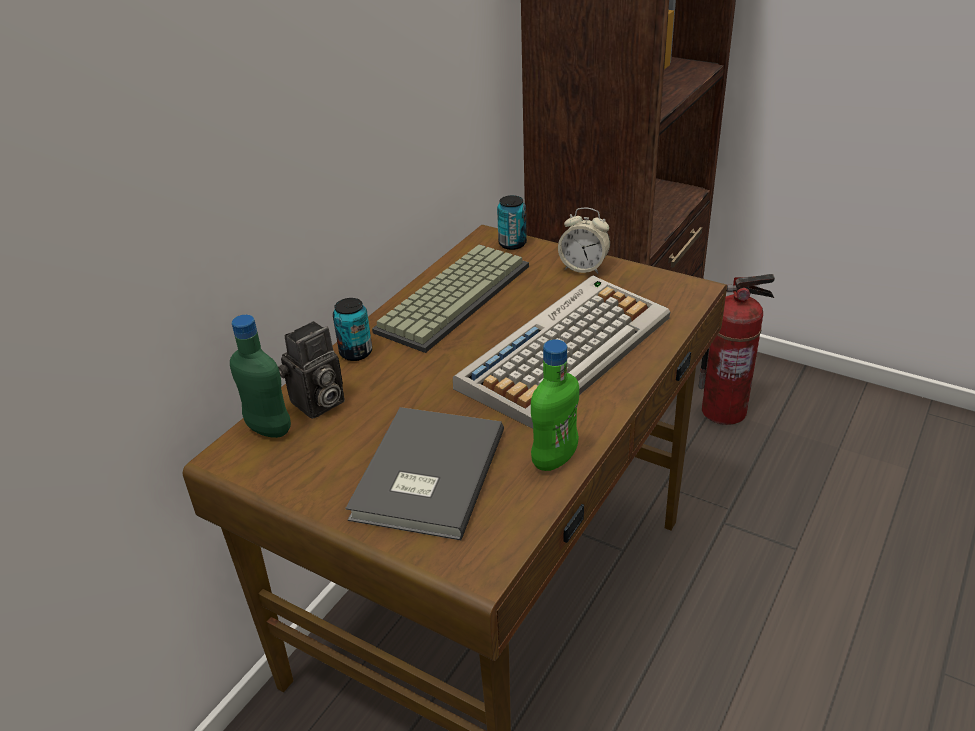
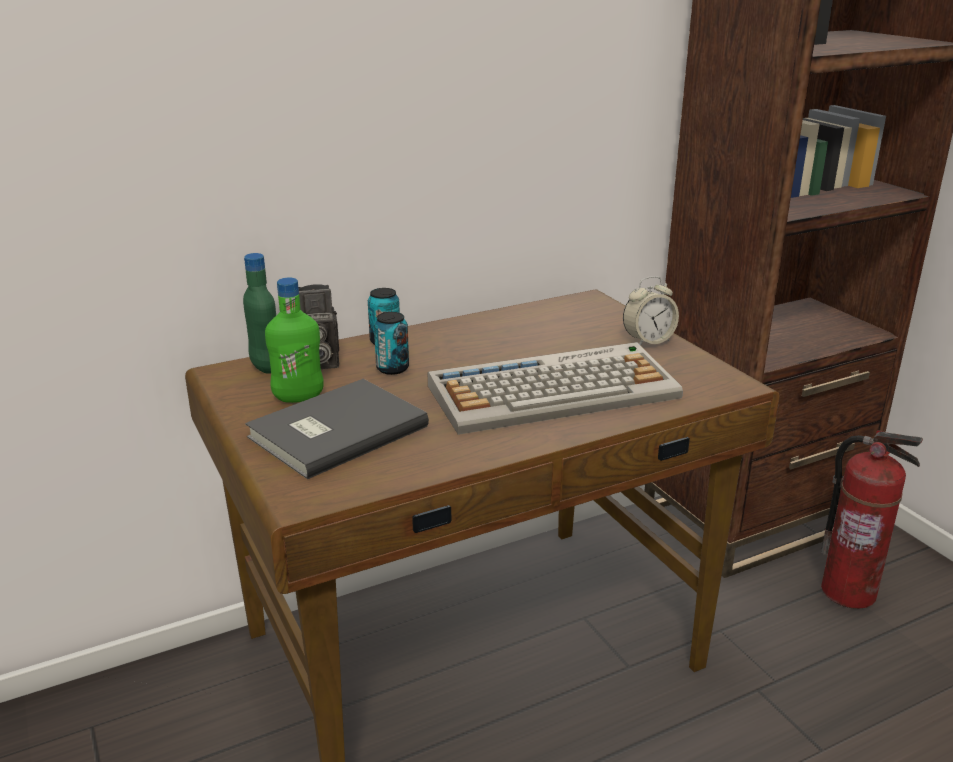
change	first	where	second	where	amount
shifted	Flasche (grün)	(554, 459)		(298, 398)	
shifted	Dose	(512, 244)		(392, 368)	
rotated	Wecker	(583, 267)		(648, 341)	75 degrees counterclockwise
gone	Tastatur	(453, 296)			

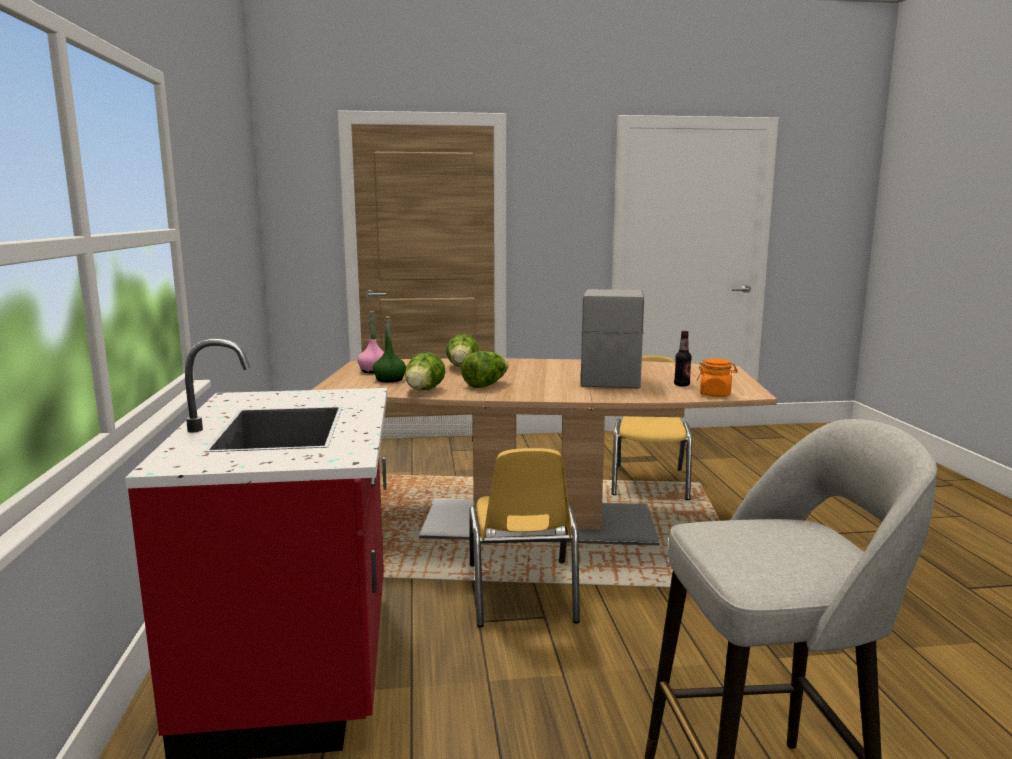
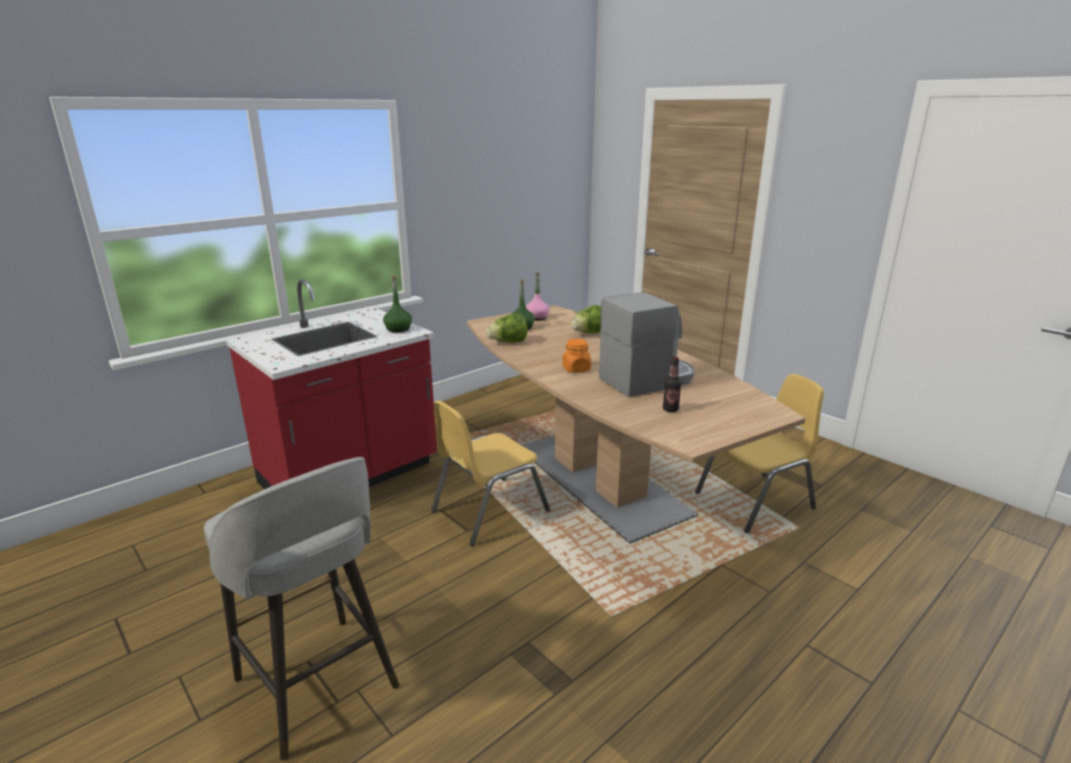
change	first	where	second	where	amount
new			Flasche (grün)	(398, 329)	
shifted	Vorratsglas (orange)	(715, 394)		(576, 369)	
gone	Salatkopf	(485, 385)			

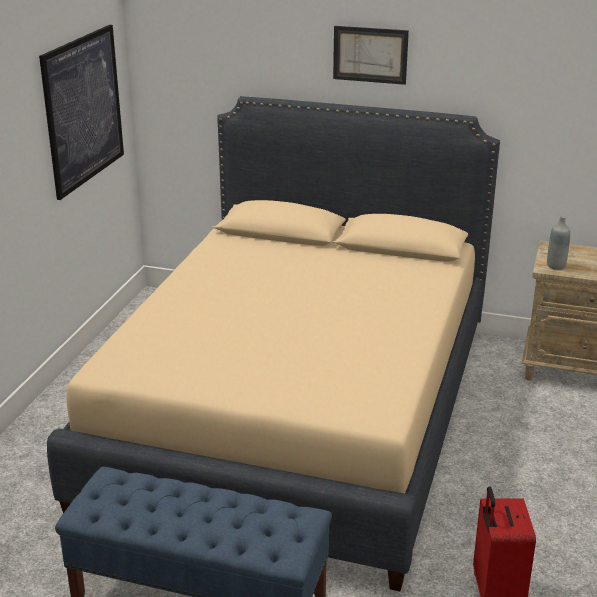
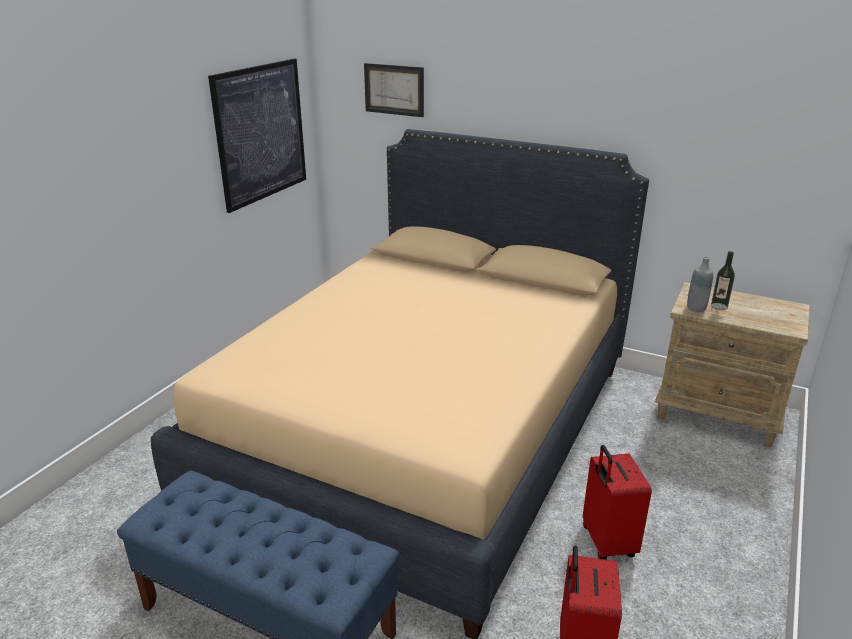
change	first	where	second	where	amount
shifted	Bild	(370, 54)		(394, 89)	
new			Koffer (rot)	(606, 542)	
new			Flasche	(719, 306)	

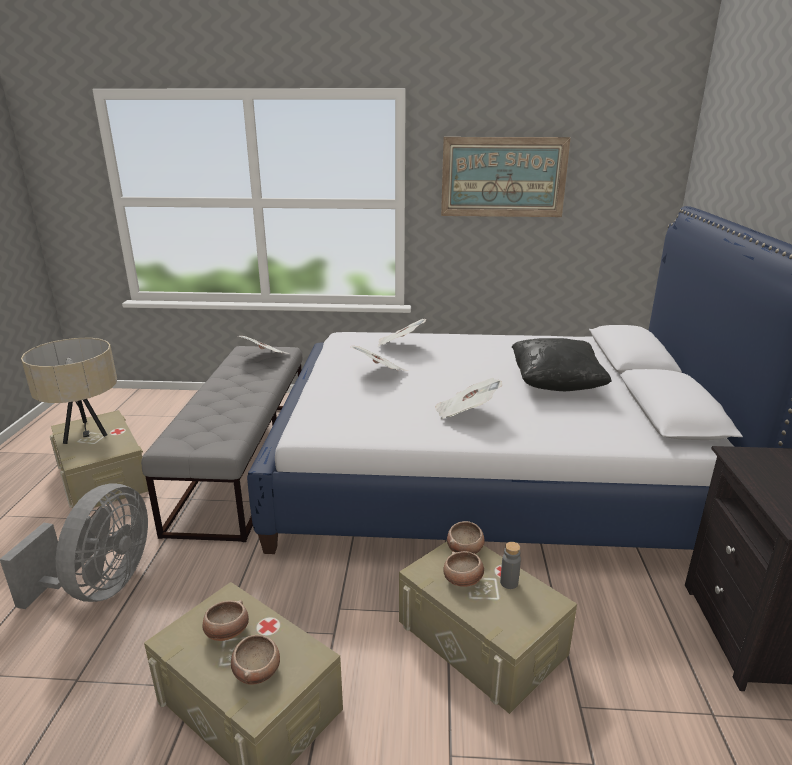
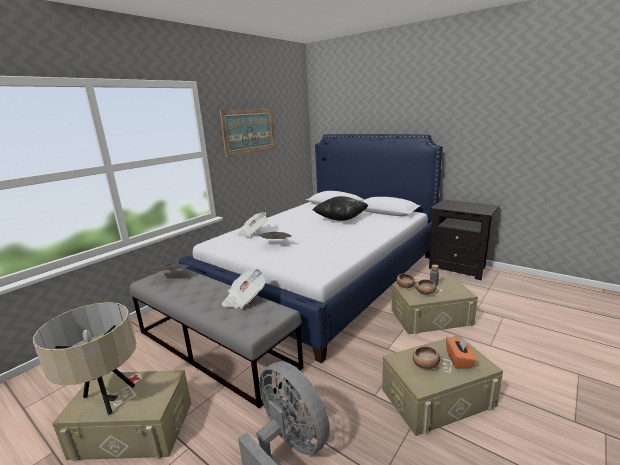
change	first	where	second	where	amount
shifted	Zeitung	(465, 413)		(244, 299)	
swapped	Schüssel	(257, 670)	Taschentuchbox (orange)	(459, 360)	

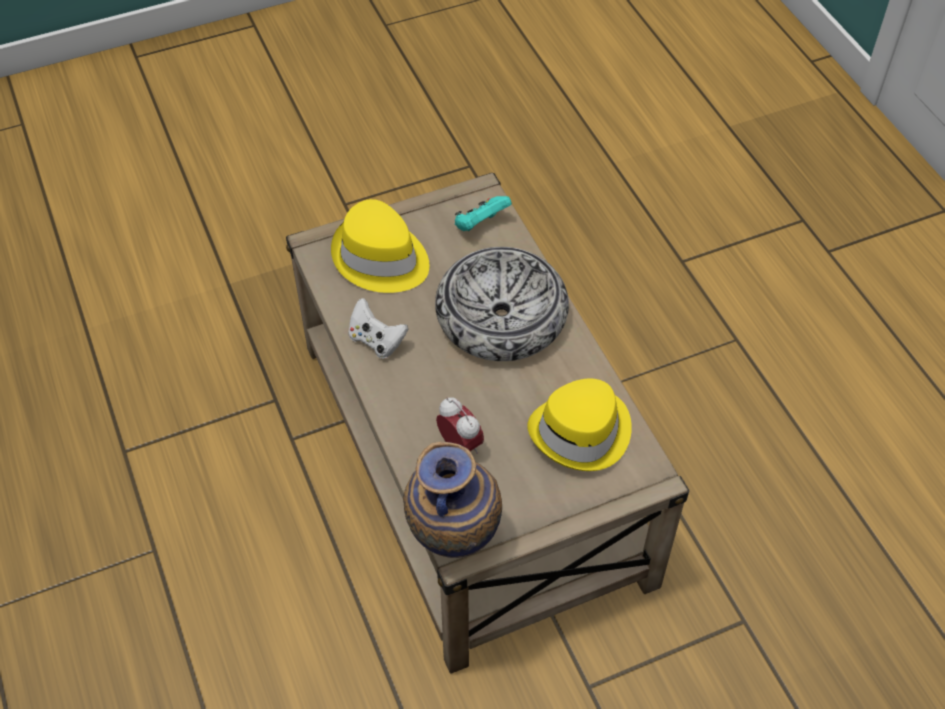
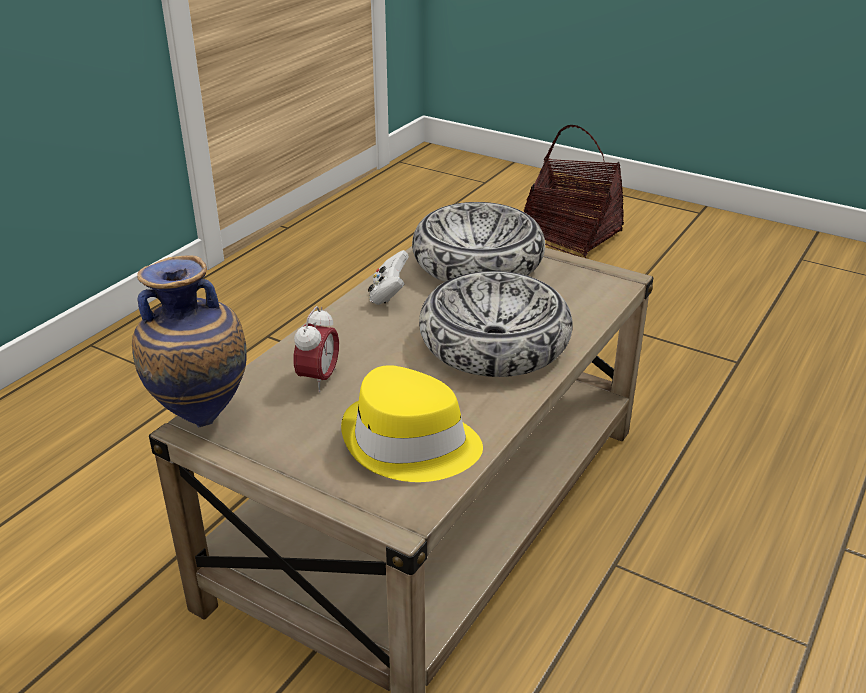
change	first	where	second	where	amount
swapped	Hut (gelb)	(380, 258)	Schüssel	(477, 263)	
new			Korb	(571, 236)	
gone	Gamepad (türkis)	(480, 224)			

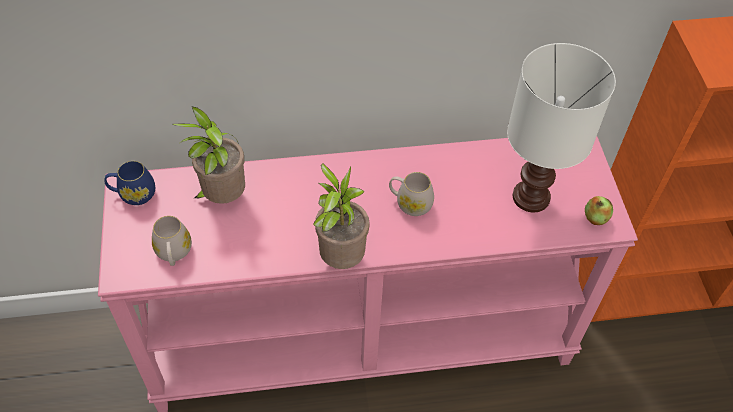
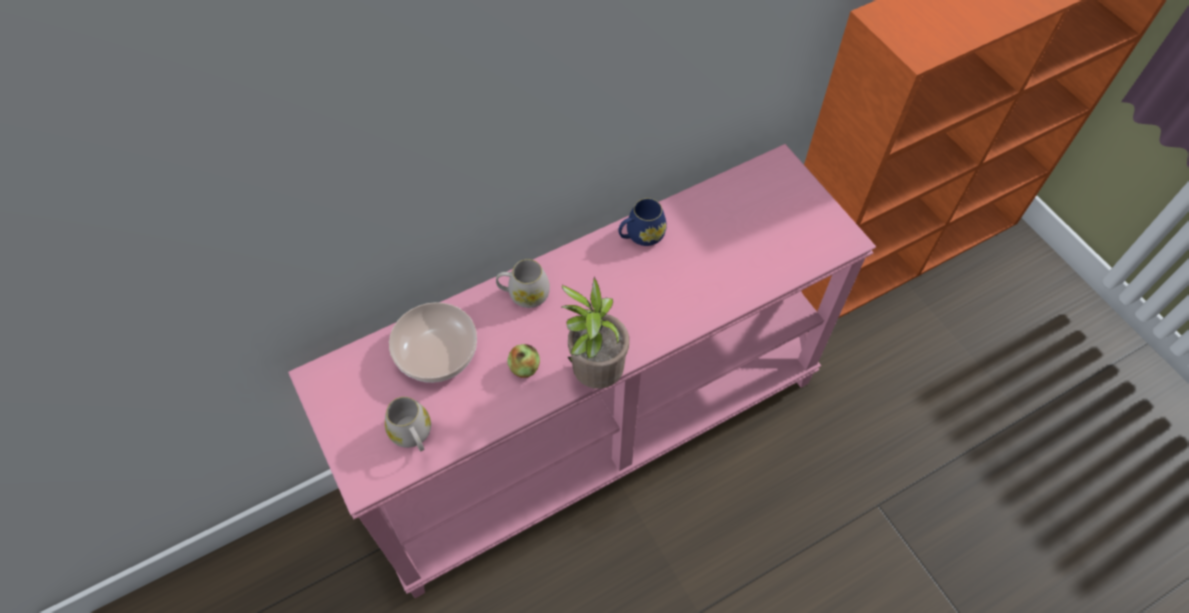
change	first	where	second	where	amount
swapped	Topfpflanze	(222, 197)	Schüssel	(435, 352)	
shifted	Henkelbecher (weiß)	(410, 203)		(524, 294)	
shifted	Apfel	(595, 218)		(524, 367)	
shifted	Henkelbecher (blau)	(133, 194)		(641, 236)	
gone	Tischlampe (weiß)	(530, 198)			

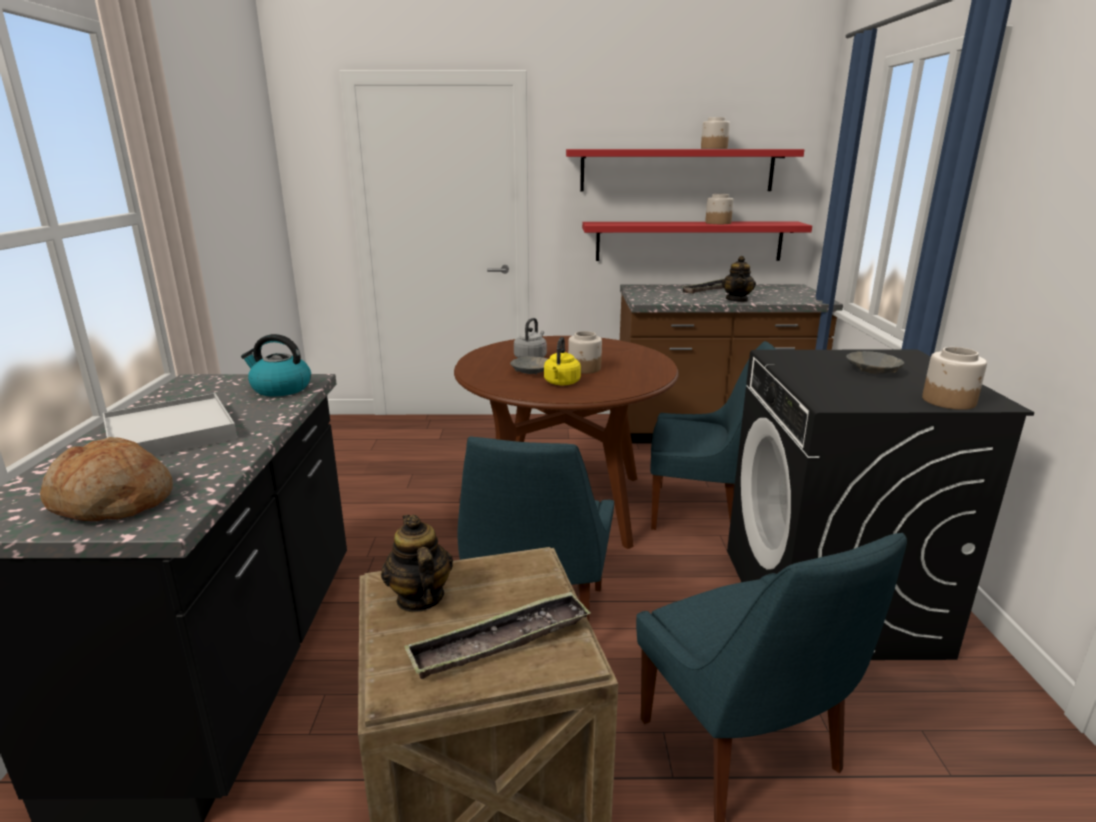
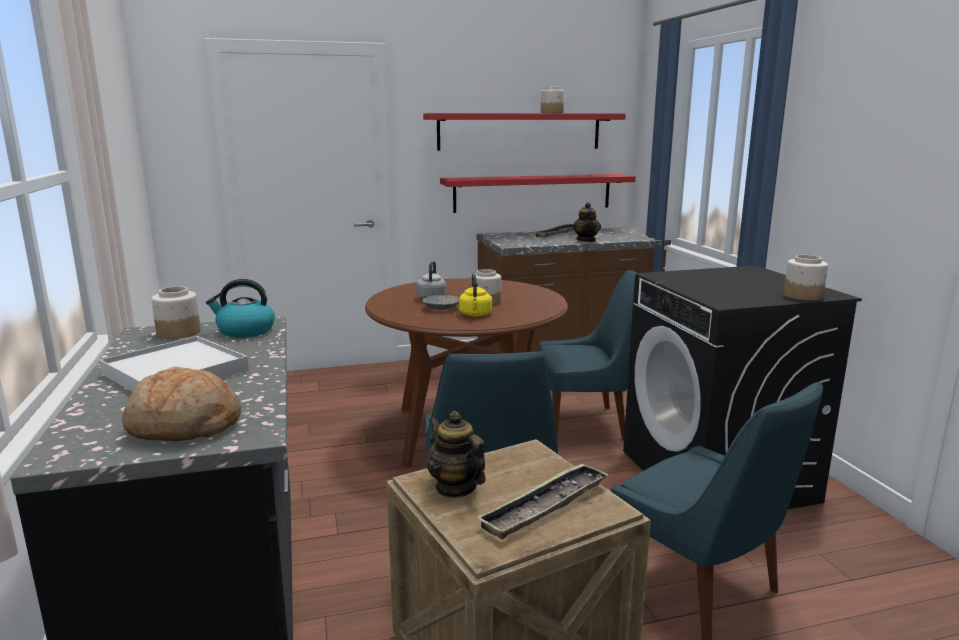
change	first	where	second	where	amount
shifted	Vorratsglas	(717, 223)		(178, 333)	
gone	Schüssel (grau)	(873, 371)			

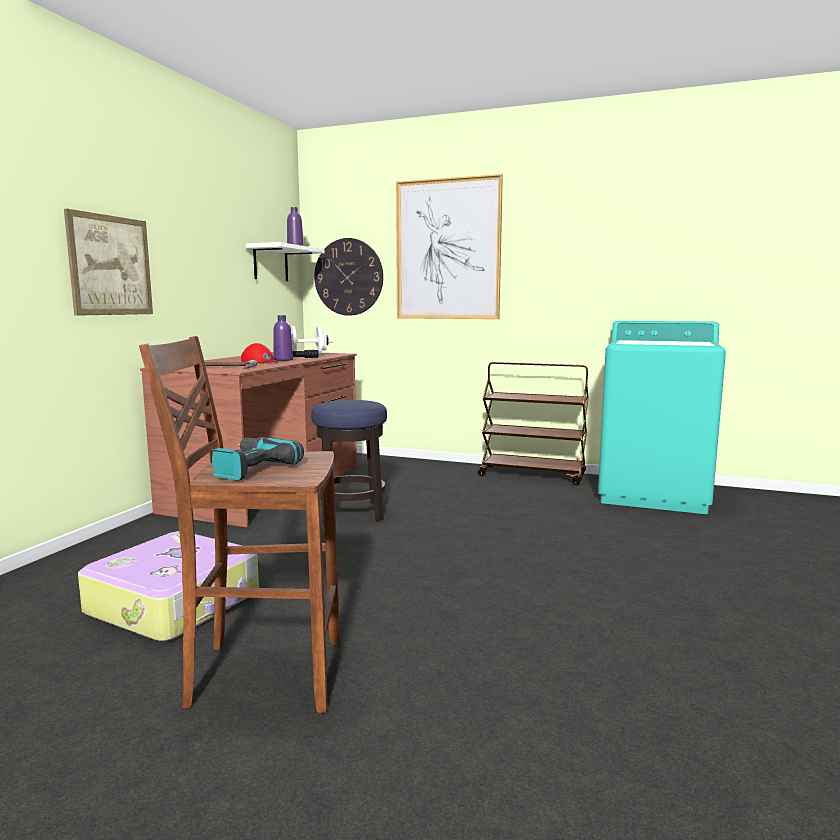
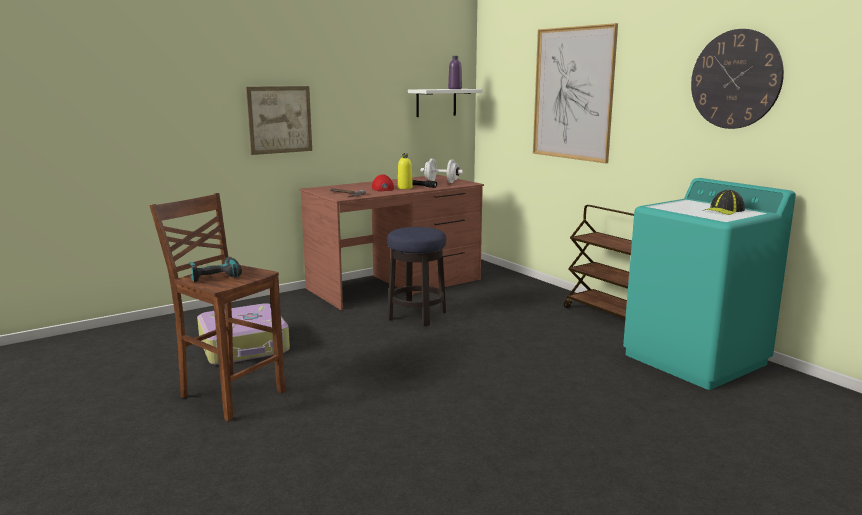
change	first	where	second	where	amount
repainted	Flasche (lila)	(283, 360)	Flasche (gelb)	(405, 188)	
shifted	Wanduhr	(348, 277)		(735, 79)	
new			Kappe	(723, 210)	

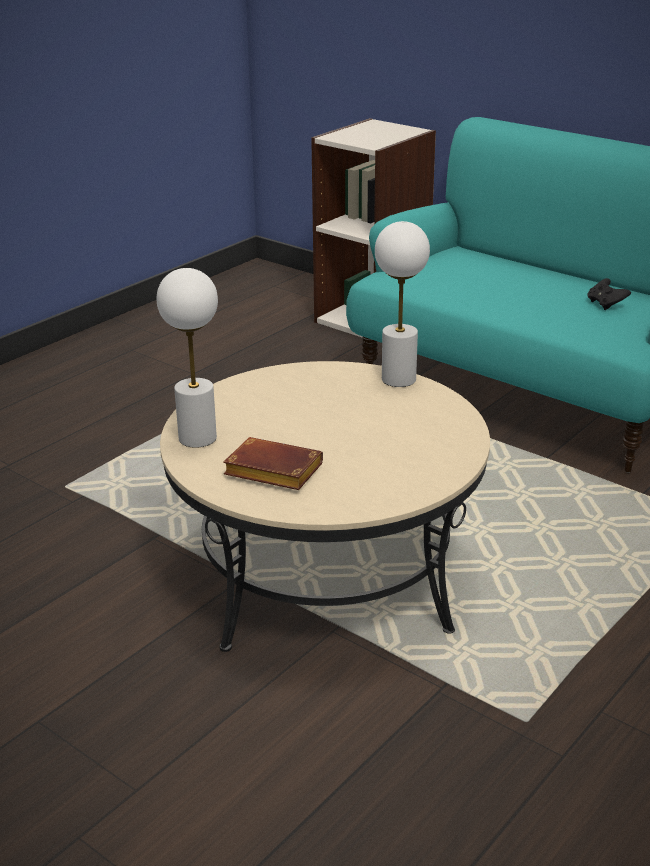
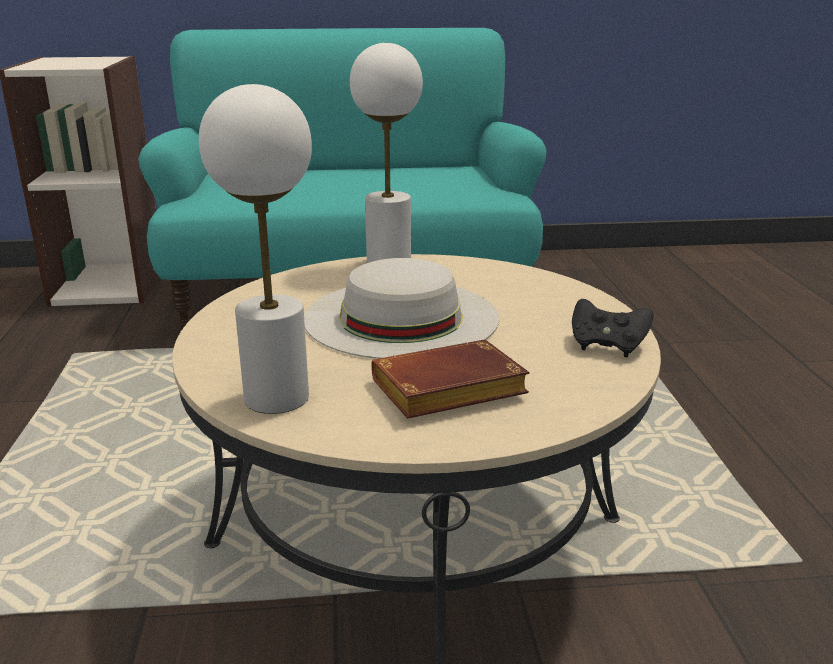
change	first	where	second	where	amount
new			Hut (weiß)	(401, 317)	
shifted	Gamepad (schwarz)	(606, 304)		(607, 346)	

